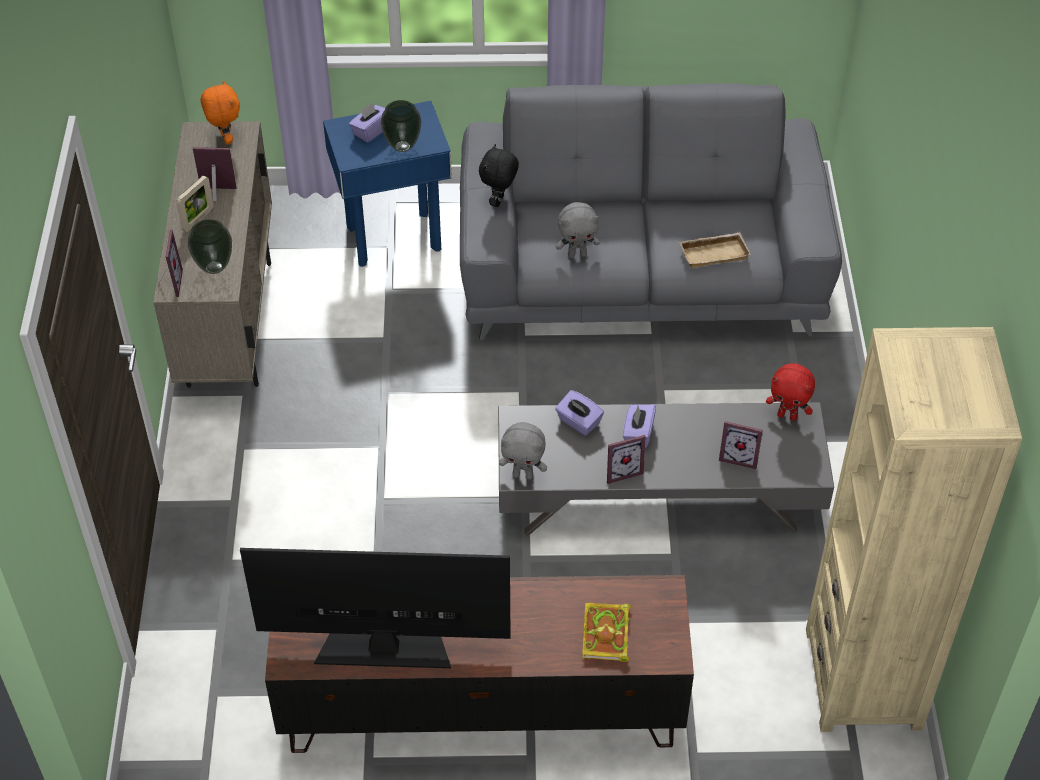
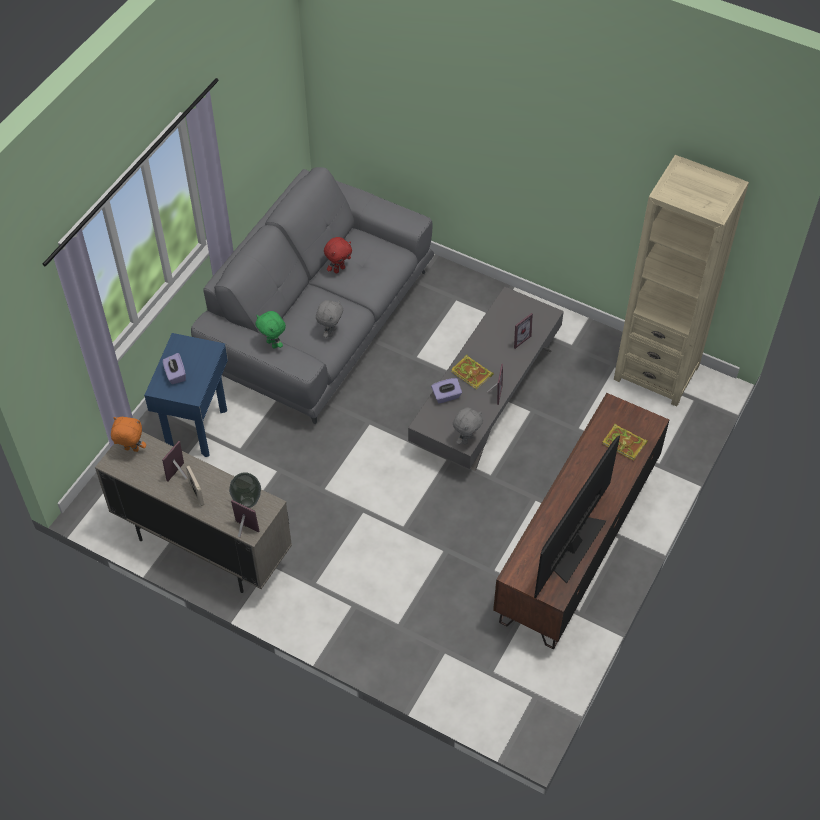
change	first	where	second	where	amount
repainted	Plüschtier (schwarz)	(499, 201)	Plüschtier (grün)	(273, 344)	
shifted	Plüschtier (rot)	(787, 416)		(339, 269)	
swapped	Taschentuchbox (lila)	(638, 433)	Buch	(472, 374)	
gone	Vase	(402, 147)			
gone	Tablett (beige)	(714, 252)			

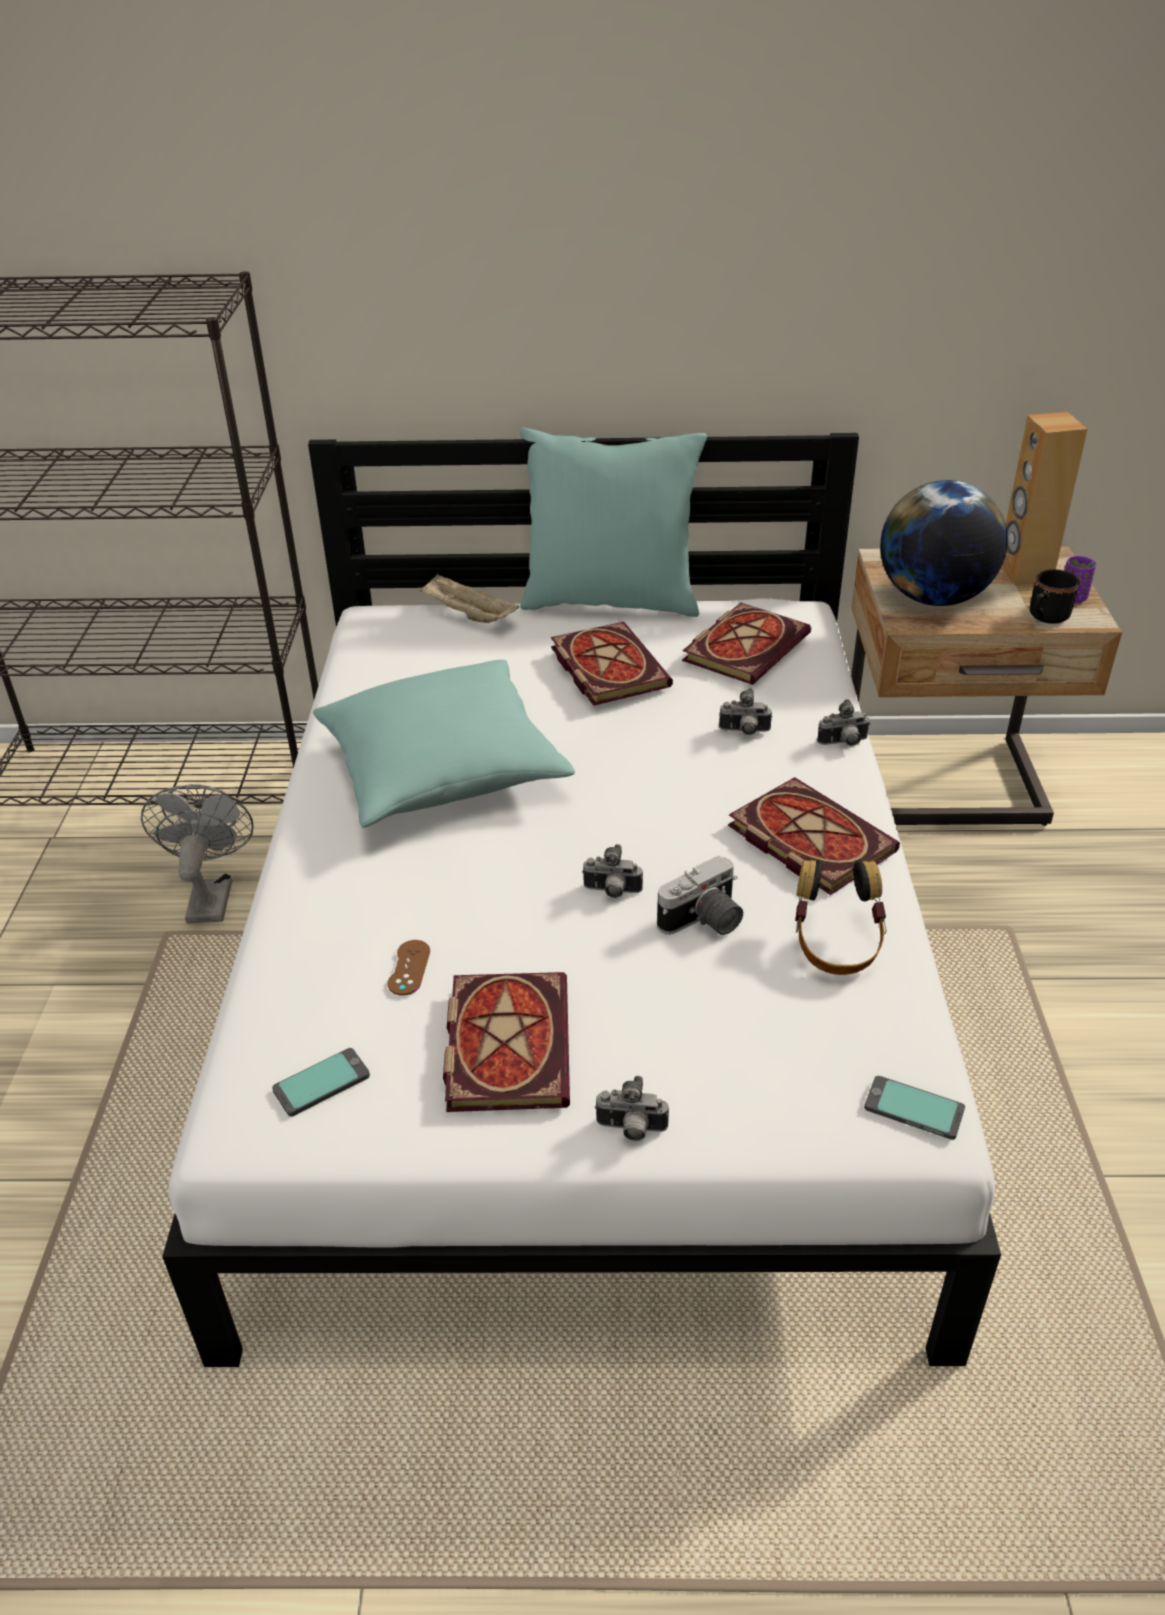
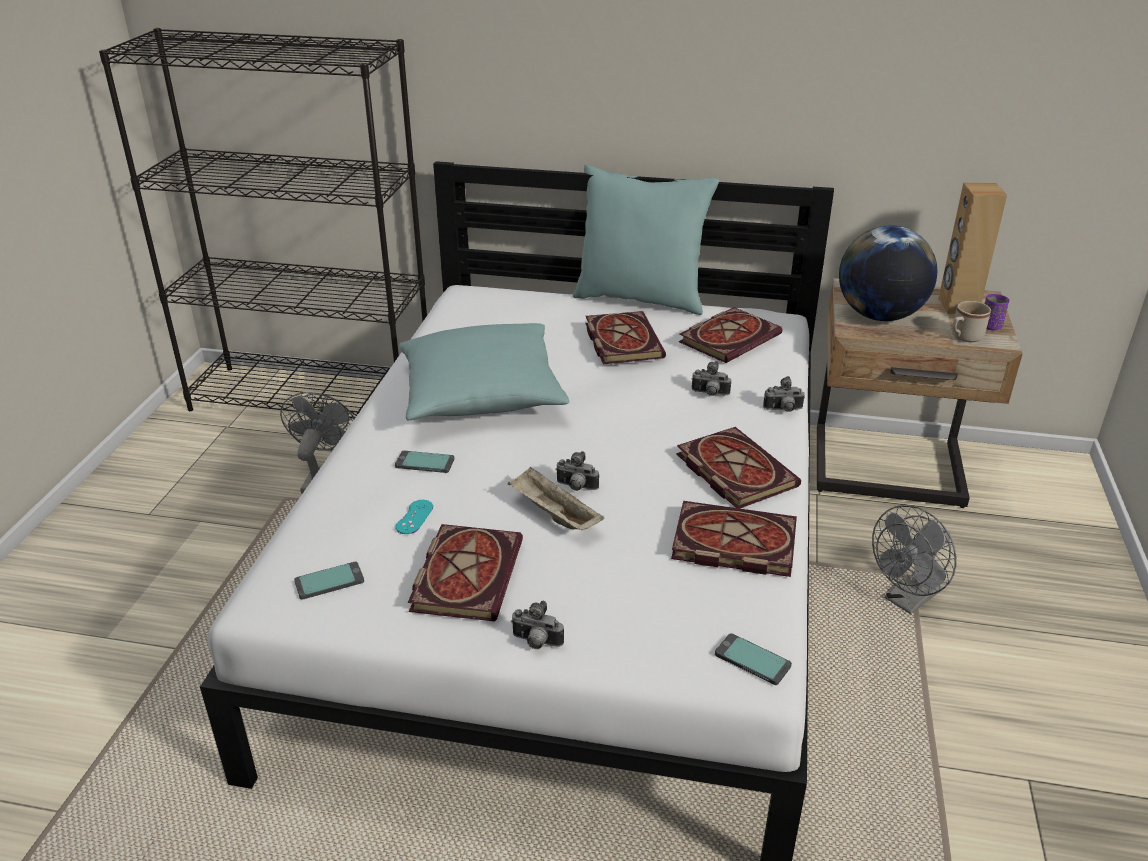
change	first	where	second	where	amount
new			Handy	(424, 463)	
repainted	Gamepad (braun)	(409, 968)	Gamepad (türkis)	(414, 517)	
shifted	Tablett (beige)	(467, 615)		(553, 515)	
swapped	Kopfhörer	(836, 946)	Buch	(730, 543)	
new			Ventilator (grau)	(907, 601)	
repainted	Henkelbecher (schwarz)	(1045, 617)	Henkelbecher (beige)	(963, 337)	
gone	Kamera	(704, 922)			

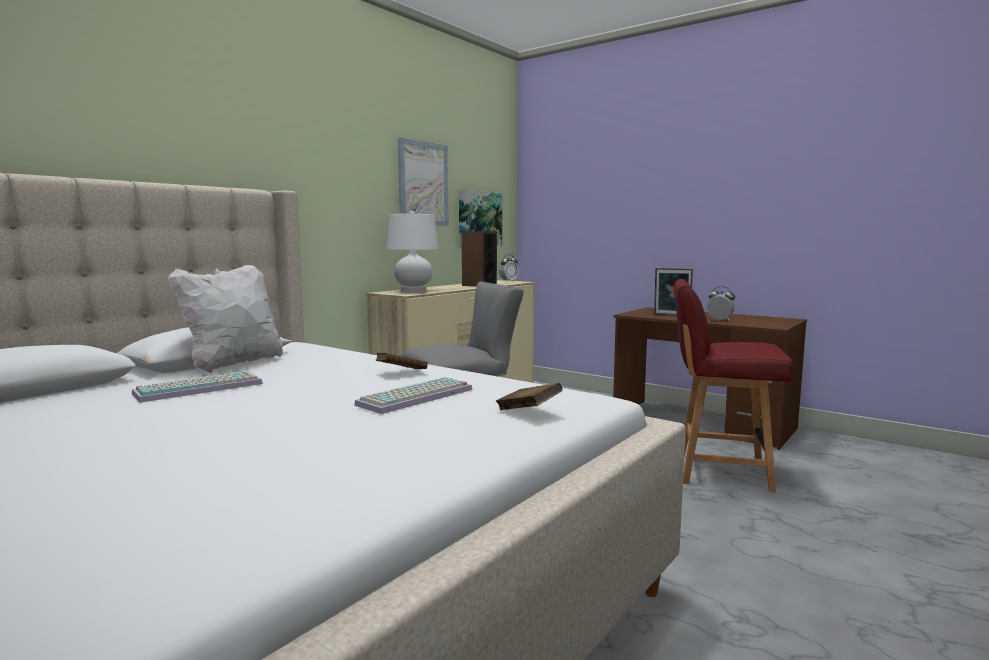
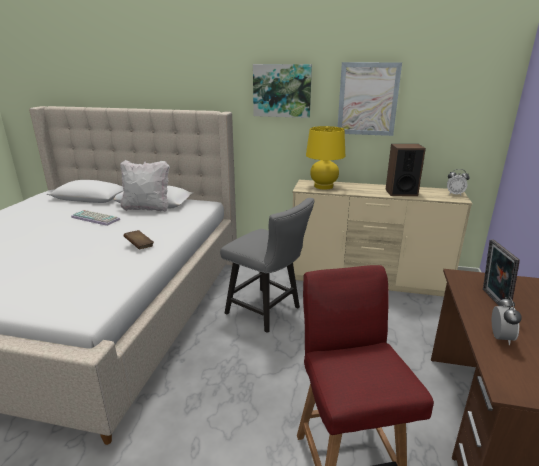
change	first	where	second	where	amount
shifted	Bild	(479, 219)		(282, 90)	
repainted	Tischlampe (weiß)	(413, 291)	Tischlampe (gelb)	(323, 186)	
gone	Tastatur	(416, 398)			
gone	Buch (braun)	(528, 412)			

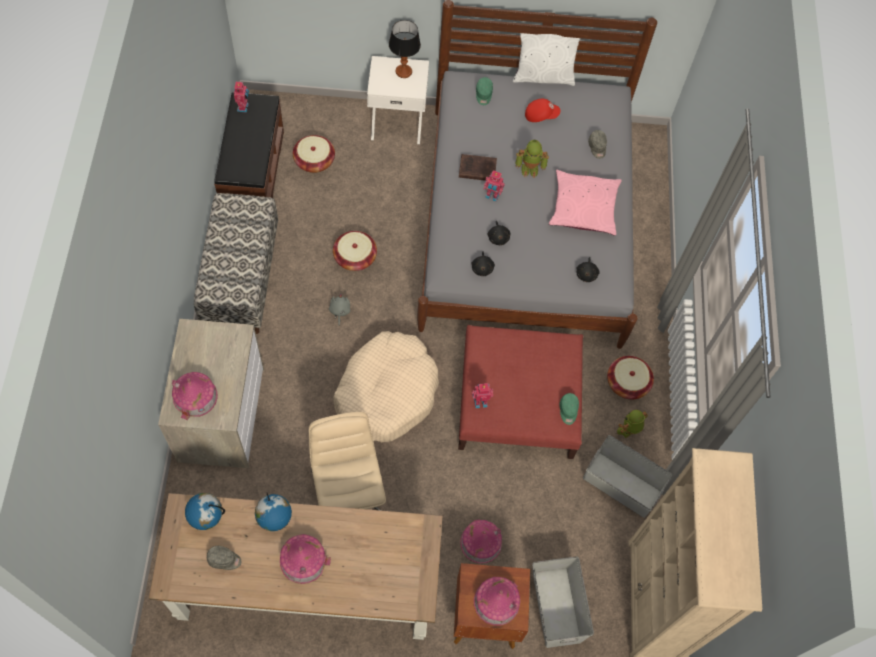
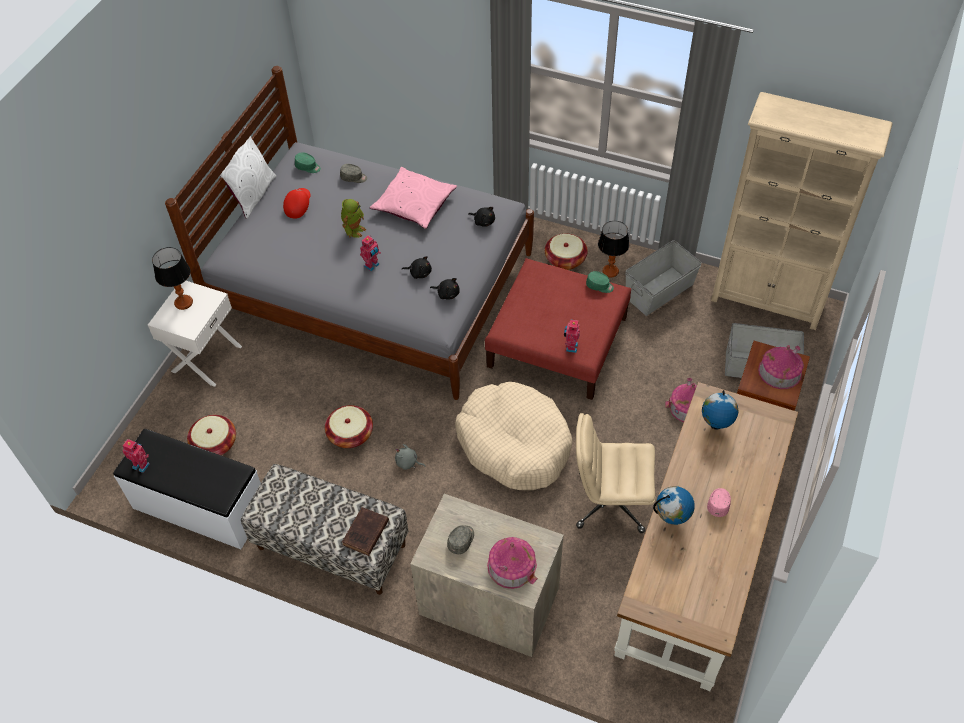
change	first	where	second	where	amount
repainted	Bank (braun)	(252, 172)	Bank (weiß)	(200, 506)	
shifted	Kappe (grün)	(483, 94)		(308, 167)	
shifted	Buch (braun)	(476, 169)		(365, 534)	
shifted	Kappe (grau)	(224, 560)		(461, 540)	
swapped	Spielzeugroboter	(629, 430)	Tischlampe	(610, 271)	
shifted	Globus	(207, 519)		(715, 425)	
swapped	Spielzeughaus	(303, 560)	Kappe (rosa)	(718, 503)	

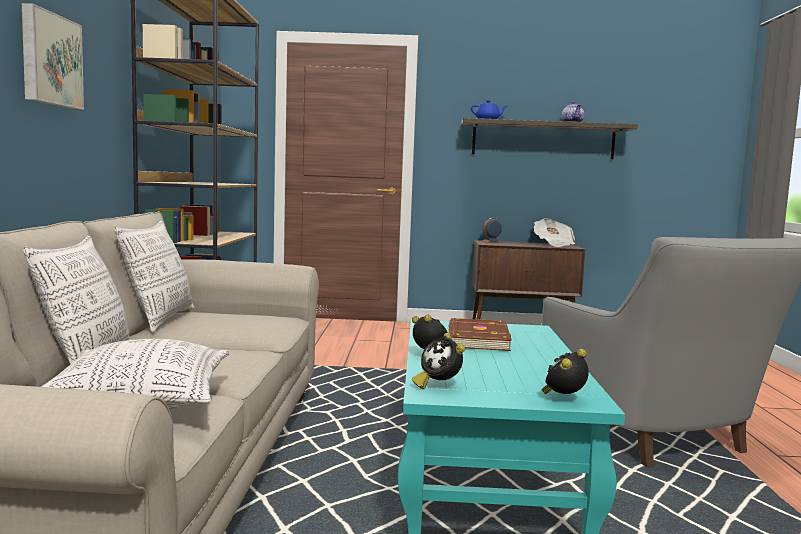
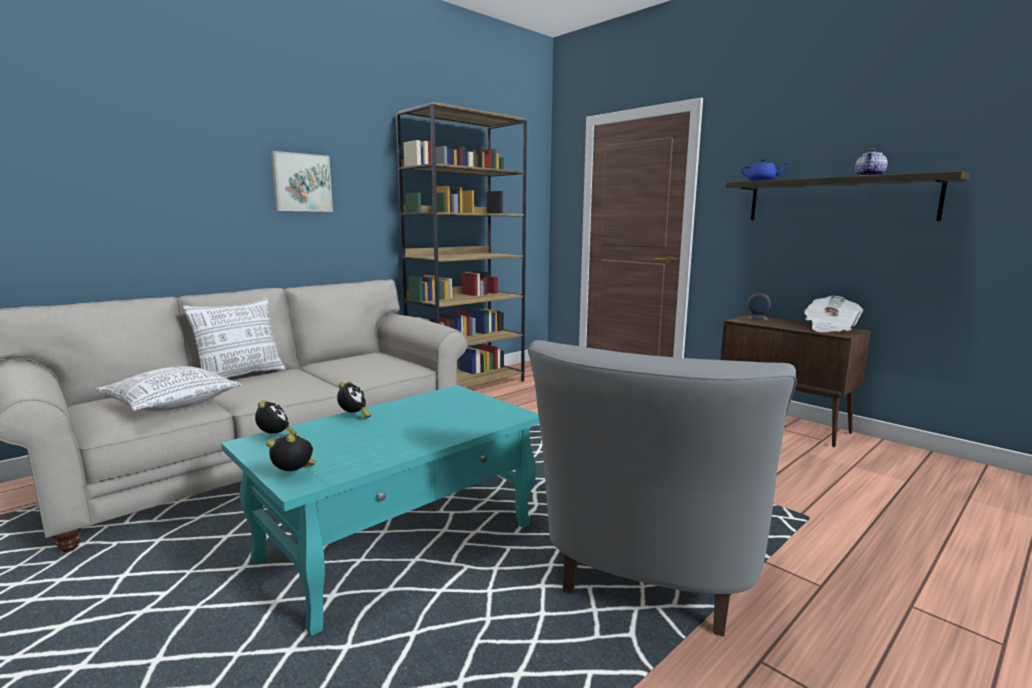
change	first	where	second	where	amount
rotated	Wecker	(438, 385)		(276, 438)	150 degrees clockwise
gone	Kissen	(159, 320)			
gone	Buch (braun)	(476, 339)			

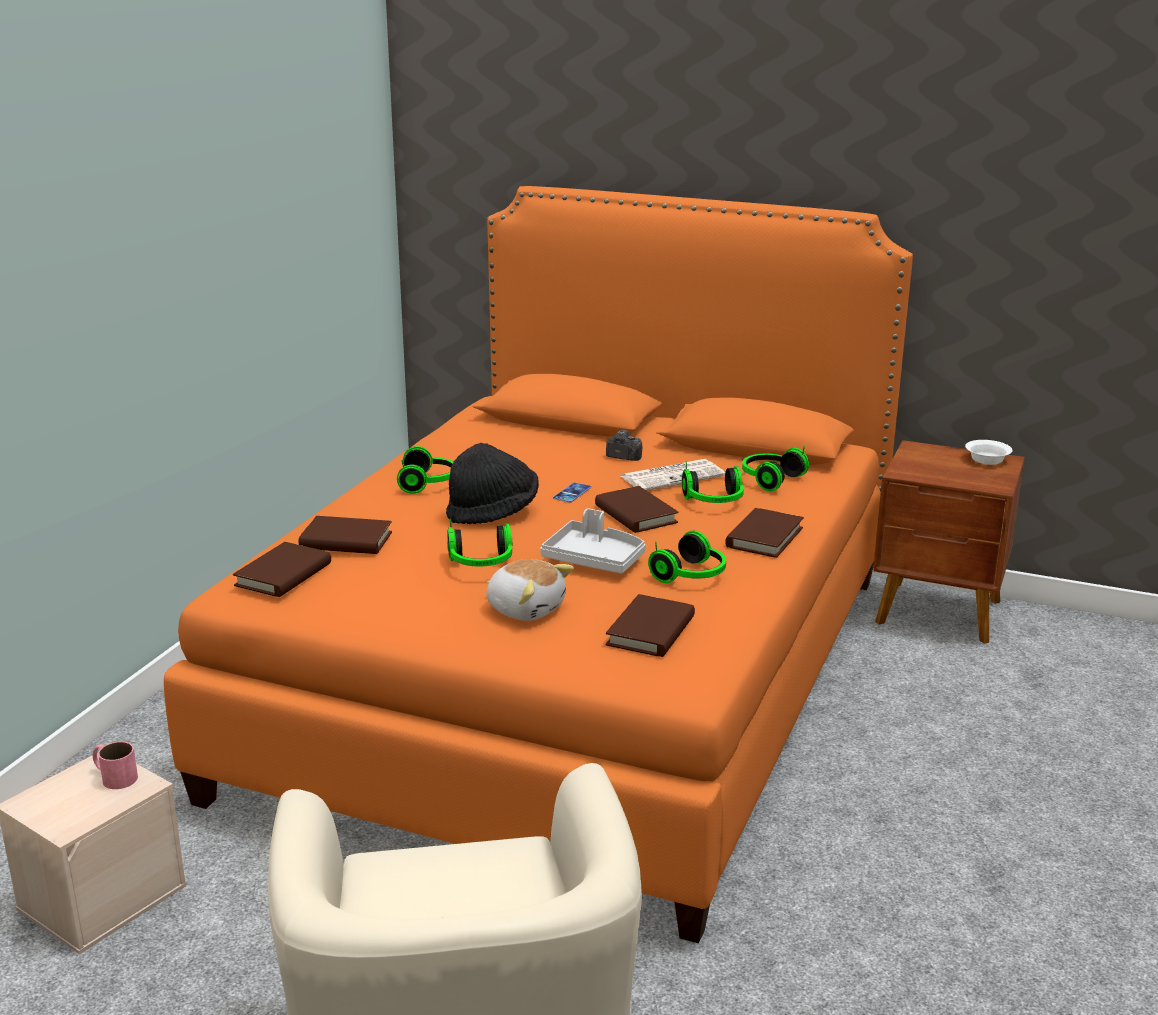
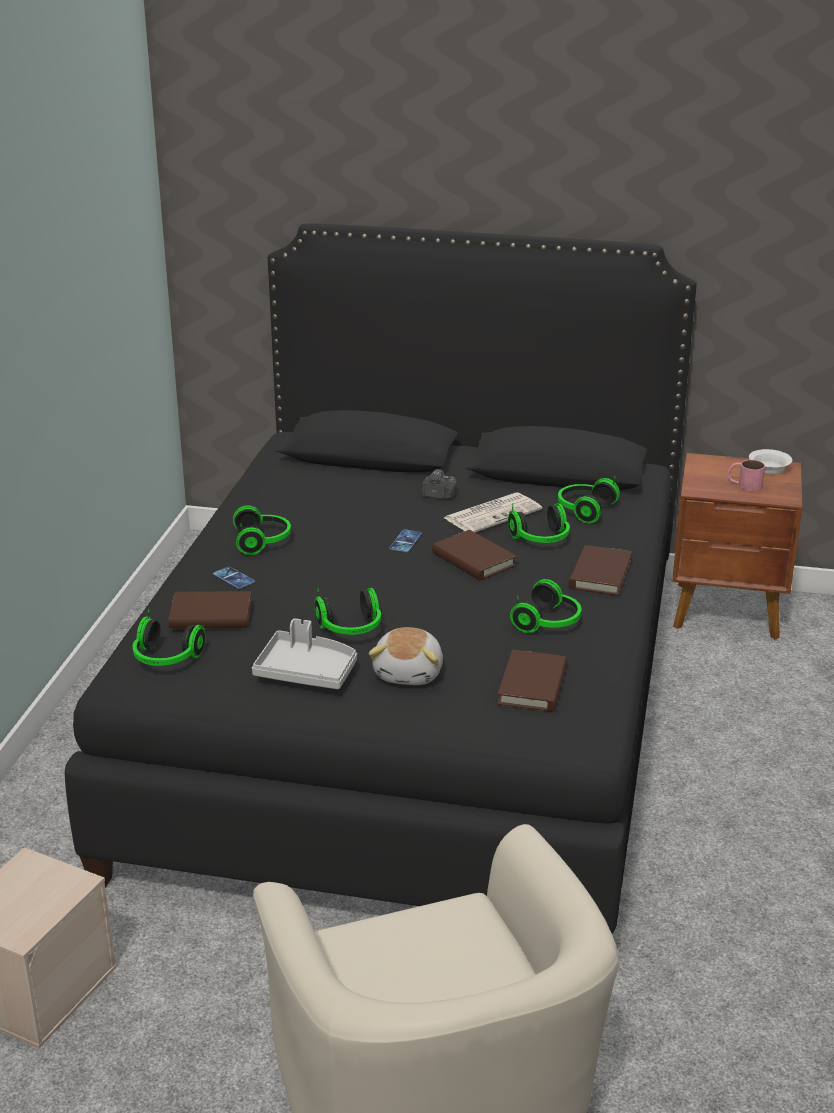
change	first	where	second	where	amount
repainted	Bett (orange)	(577, 677)	Bett (schwarz)	(415, 712)	
swapped	Buch (braun)	(283, 575)	Kopfhörer	(166, 659)	
new			Handy	(233, 578)	
shifted	Tablett (grau)	(594, 559)		(306, 672)	
rotated	Plüschtier	(526, 608)		(410, 673)	75 degrees clockwise
shifted	Henkelbecher (rosa)	(114, 776)		(744, 485)	
gone	Hut (schwarz)	(493, 513)			

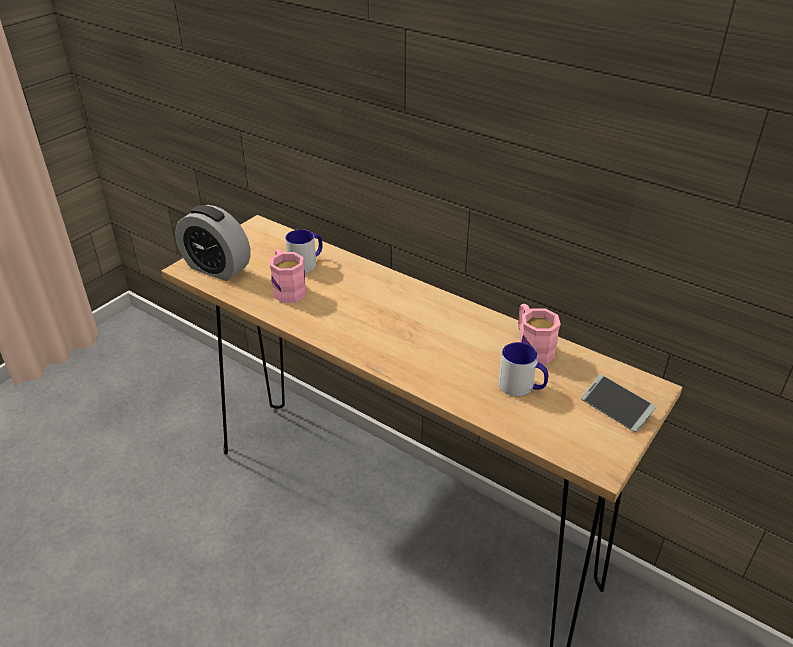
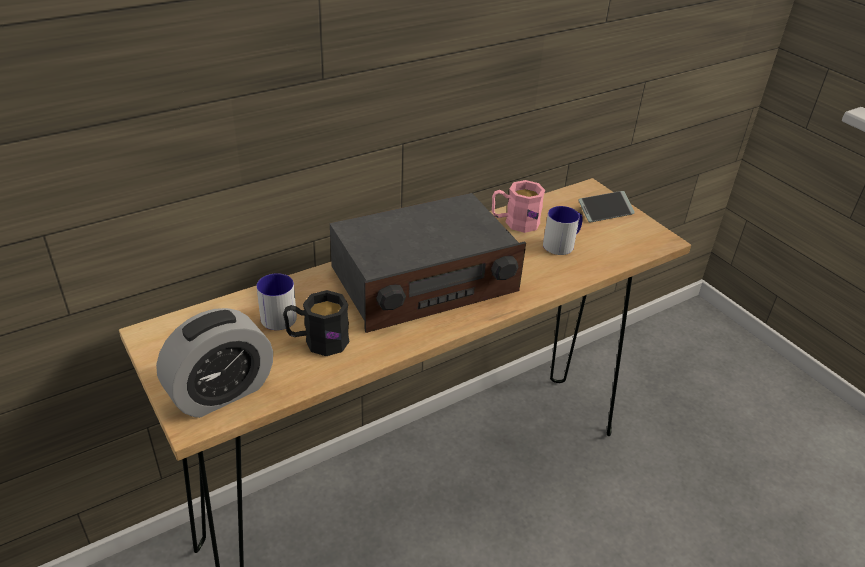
change	first	where	second	where	amount
repainted	Henkelbecher (rosa)	(287, 289)	Henkelbecher (schwarz)	(317, 341)	
new			Radio	(423, 281)	

